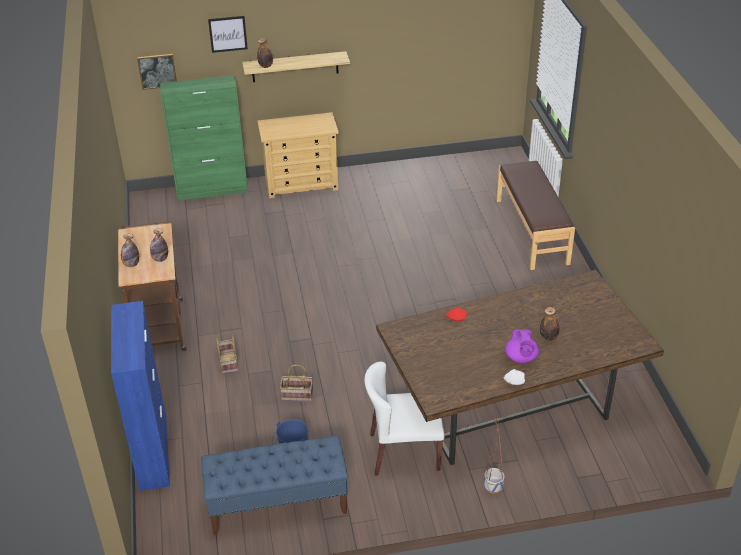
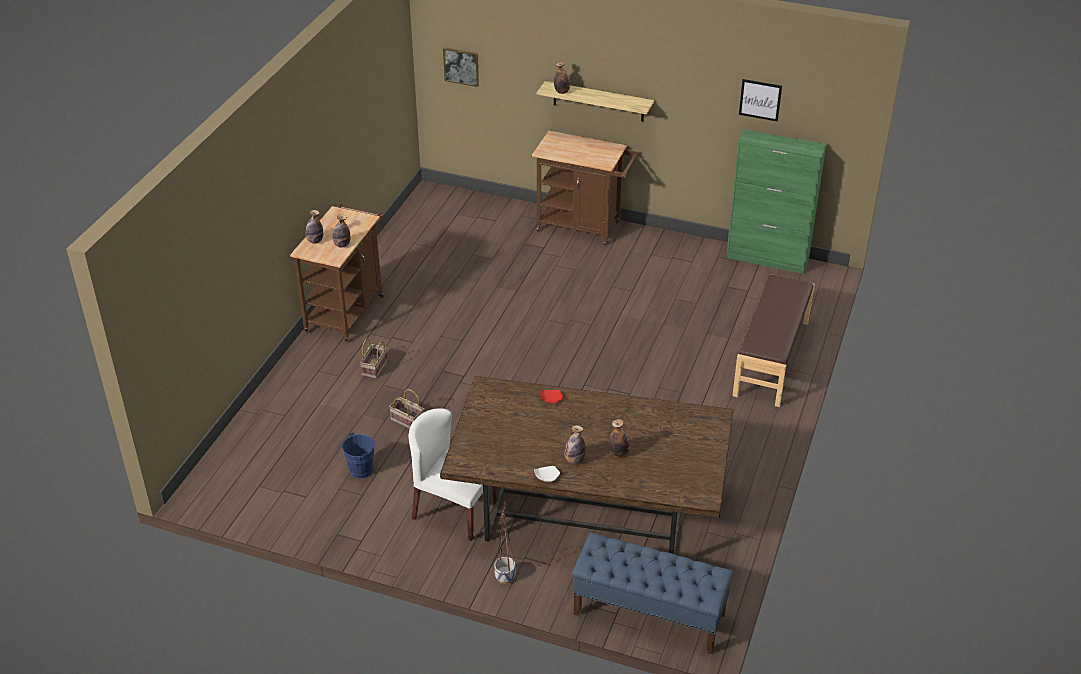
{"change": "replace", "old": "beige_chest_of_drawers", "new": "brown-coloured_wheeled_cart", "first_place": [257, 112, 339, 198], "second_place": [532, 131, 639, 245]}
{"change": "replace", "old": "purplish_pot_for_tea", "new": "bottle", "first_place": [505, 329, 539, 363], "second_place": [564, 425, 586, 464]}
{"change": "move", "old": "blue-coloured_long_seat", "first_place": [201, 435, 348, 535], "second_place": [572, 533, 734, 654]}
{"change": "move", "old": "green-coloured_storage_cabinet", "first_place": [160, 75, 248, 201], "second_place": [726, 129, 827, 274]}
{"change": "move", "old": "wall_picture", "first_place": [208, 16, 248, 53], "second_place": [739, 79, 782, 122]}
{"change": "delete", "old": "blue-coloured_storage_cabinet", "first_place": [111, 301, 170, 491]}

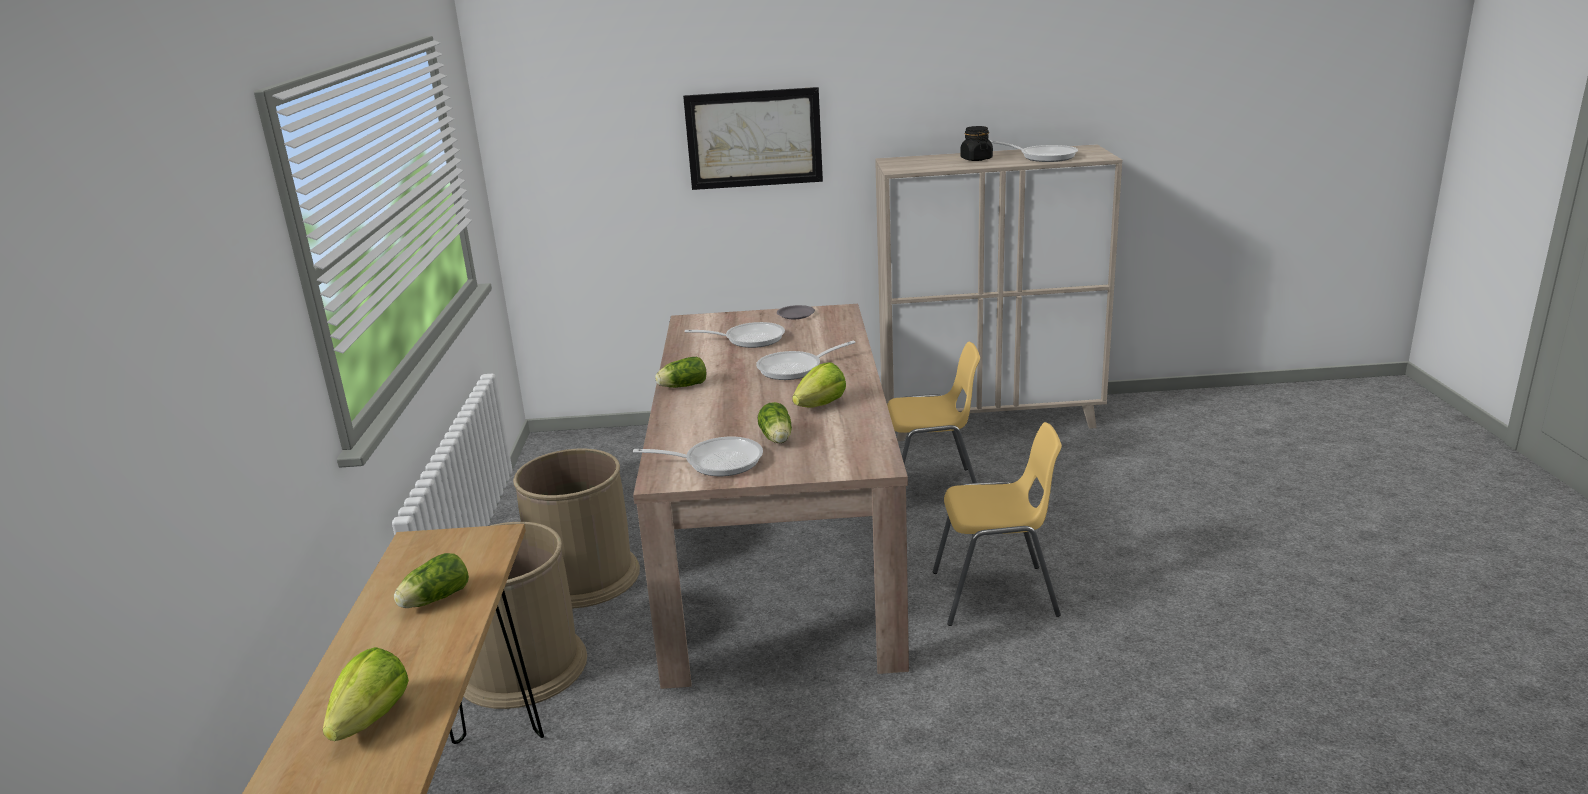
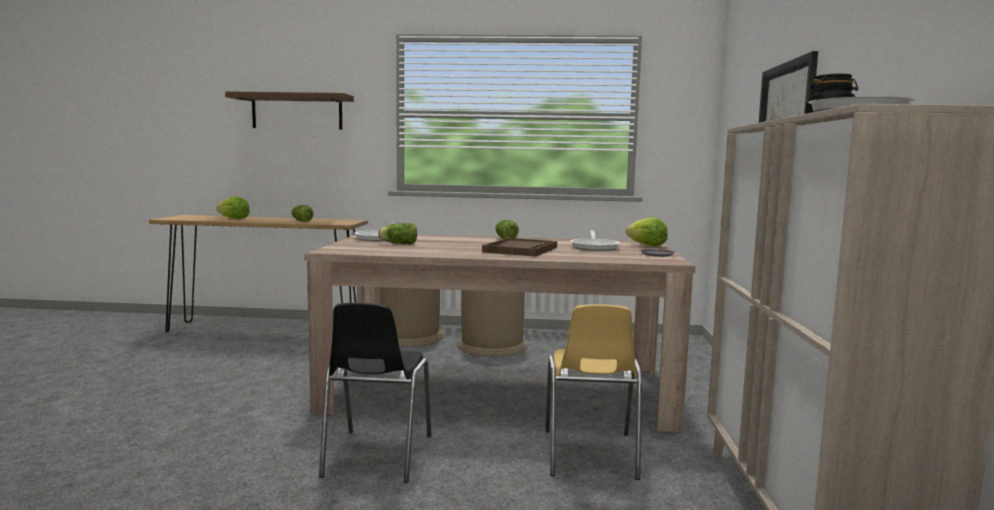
{"change": "insert", "new": "bracket_shelf", "second_place": [225, 91, 354, 130]}
{"change": "recolor", "old": "yellowish_chair", "new": "black-coloured_chair", "first_place": [933, 422, 1062, 626], "second_place": [319, 303, 431, 483]}
{"change": "replace", "old": "pan", "new": "brown-coloured_tray", "first_place": [756, 341, 856, 380], "second_place": [482, 238, 557, 256]}
{"change": "move", "old": "lettuce", "first_place": [792, 362, 846, 407], "second_place": [625, 217, 668, 247]}

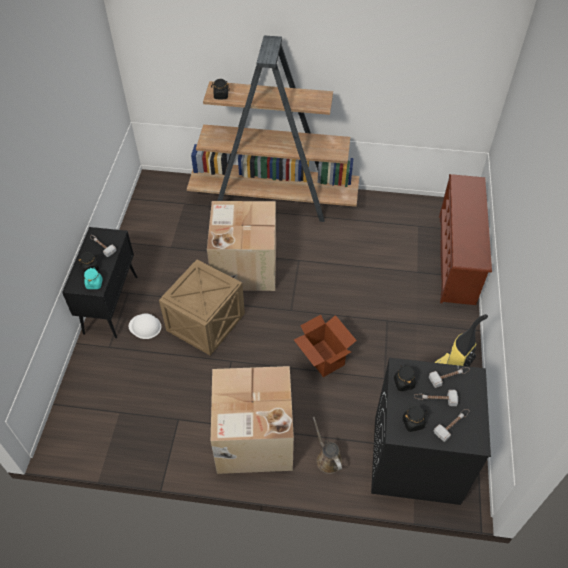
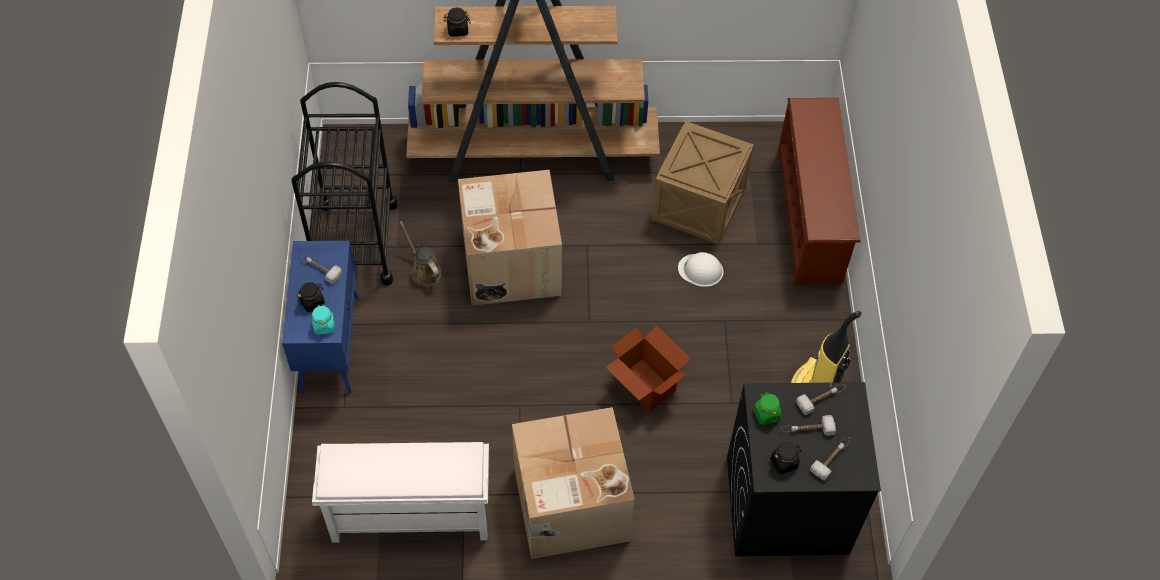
{"change": "recolor", "old": "black-coloured_storage_cabinet", "new": "blue-coloured_storage_cabinet", "first_place": [62, 227, 137, 338], "second_place": [282, 241, 359, 394]}
{"change": "insert", "new": "black-coloured_wheeled_cart", "second_place": [291, 82, 398, 285]}
{"change": "insert", "new": "white_long_seat", "second_place": [312, 442, 489, 543]}
{"change": "move", "old": "brown-coloured_sprinkling_can", "first_place": [313, 417, 342, 474], "second_place": [400, 221, 441, 286]}
{"change": "move", "old": "packing_crate", "first_place": [159, 260, 245, 355], "second_place": [652, 121, 754, 244]}
{"change": "move", "old": "white_hard_hat", "first_place": [129, 313, 161, 339], "second_place": [678, 252, 723, 287]}
{"change": "recolor", "old": "black-coloured_jar", "new": "green-coloured_jar", "first_place": [394, 365, 416, 391], "second_place": [753, 392, 782, 425]}

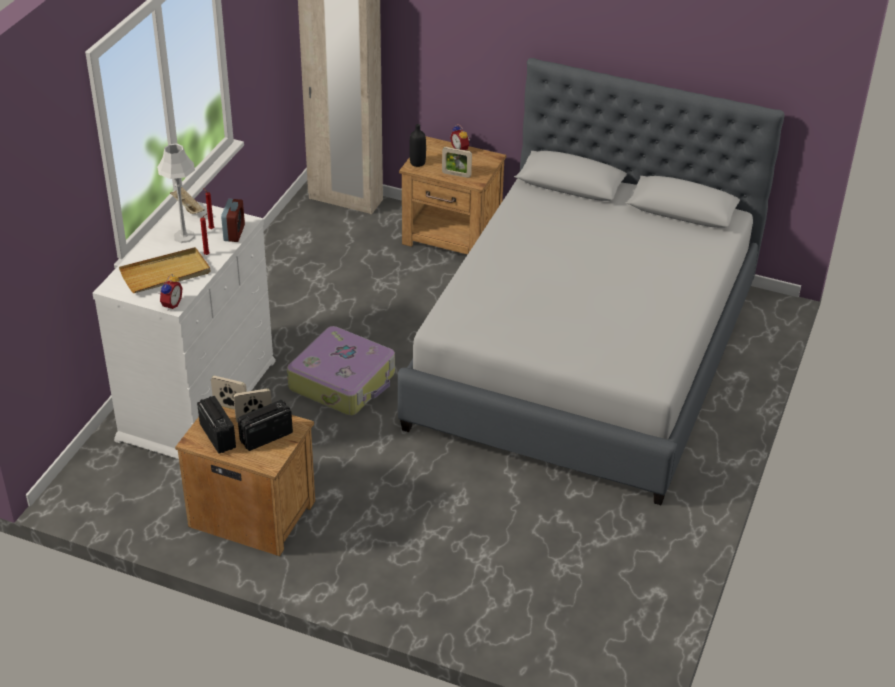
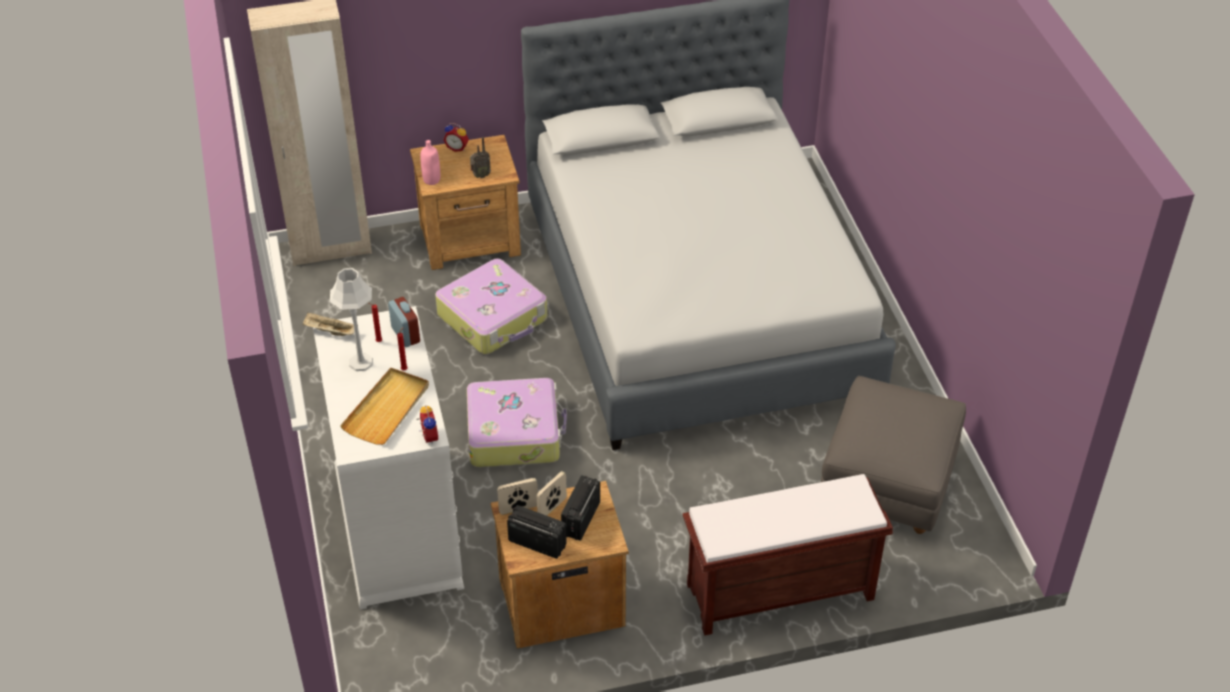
{"change": "recolor", "old": "black-coloured_bottle", "new": "pinkish_bottle", "first_place": [409, 124, 426, 167], "second_place": [420, 140, 440, 185]}
{"change": "insert", "new": "suitcase", "second_place": [435, 258, 547, 354]}
{"change": "replace", "old": "photo_frame", "new": "radio", "first_place": [442, 147, 472, 178], "second_place": [470, 137, 491, 178]}
{"change": "insert", "new": "brown-coloured_long_seat", "second_place": [683, 474, 893, 636]}
{"change": "insert", "new": "greyish_pouffe", "second_place": [821, 376, 966, 534]}

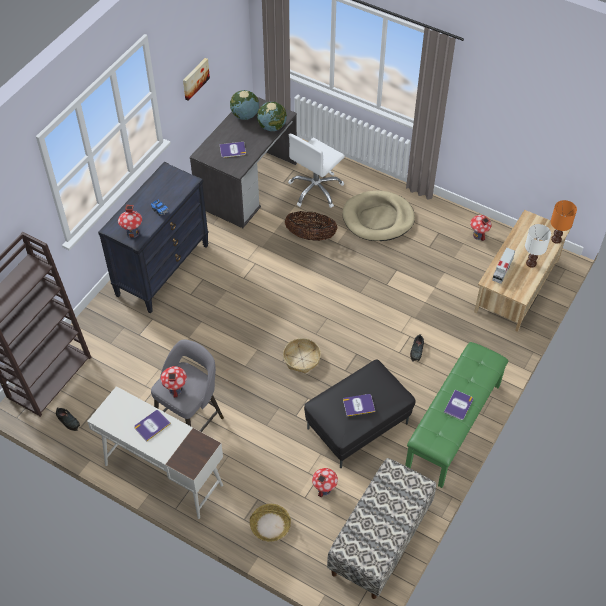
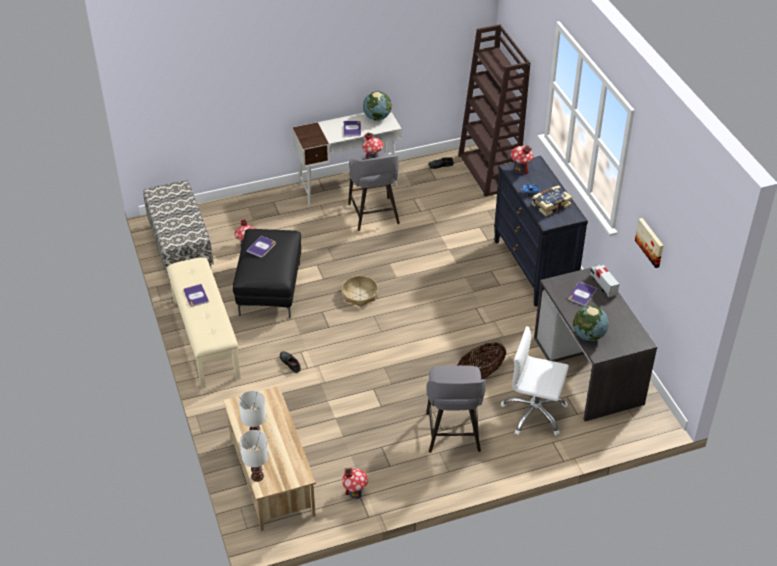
{"change": "recolor", "old": "green-coloured_long_seat", "new": "beige_long_seat", "first_place": [405, 342, 508, 488], "second_place": [166, 257, 241, 389]}
{"change": "recolor", "old": "orange-coloured_lamp_for_a_table", "new": "white_lamp_for_a_table", "first_place": [551, 200, 577, 244], "second_place": [240, 430, 268, 482]}
{"change": "move", "old": "globe", "first_place": [230, 90, 259, 120], "second_place": [363, 91, 392, 121]}
{"change": "replace", "old": "beige_dog_cushion", "new": "greyish_sitting_stool", "first_place": [342, 190, 415, 241], "second_place": [426, 366, 486, 453]}
{"change": "rotate", "old": "white_desk_chair", "first_place": [288, 133, 345, 208], "second_place": [501, 326, 569, 435], "degrees": -60}
{"change": "insert", "new": "book", "second_place": [532, 185, 572, 217]}
{"change": "move", "old": "model_truck", "first_place": [492, 247, 515, 284], "second_place": [590, 265, 619, 297]}
{"change": "delete", "old": "basket", "first_place": [250, 504, 291, 542]}

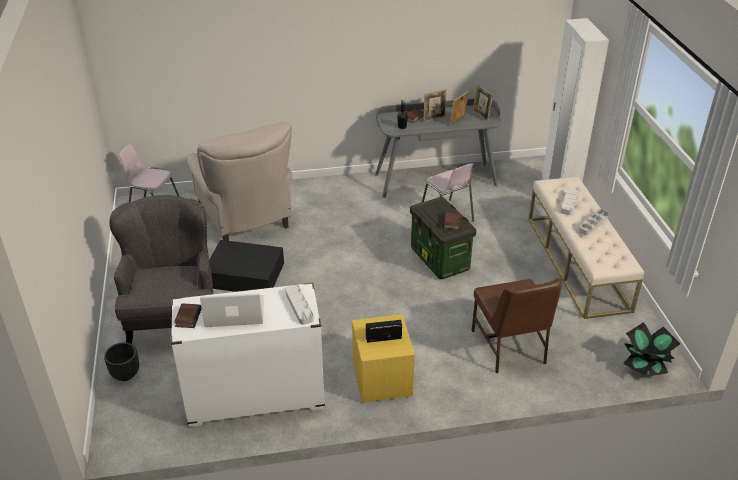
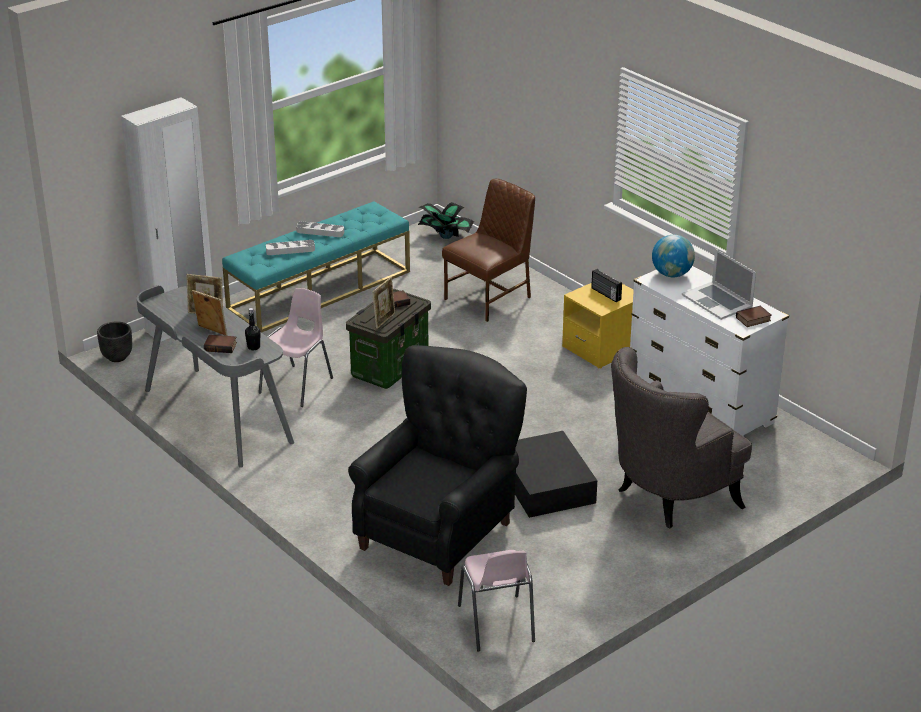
{"change": "move", "old": "black-coloured_planter", "first_place": [104, 342, 139, 381], "second_place": [97, 321, 132, 362]}
{"change": "recolor", "old": "beige_long_seat", "new": "turquoise-coloured_long_seat", "first_place": [528, 177, 644, 319], "second_place": [222, 201, 410, 333]}
{"change": "recolor", "old": "beige_armchair", "new": "black-coloured_armchair", "first_place": [186, 122, 292, 241], "second_place": [348, 345, 527, 586]}
{"change": "move", "old": "photo_frame", "first_place": [473, 84, 493, 121], "second_place": [372, 277, 395, 329]}
{"change": "replace", "old": "greyish_tray", "new": "globe", "first_place": [285, 285, 314, 325], "second_place": [652, 235, 695, 277]}

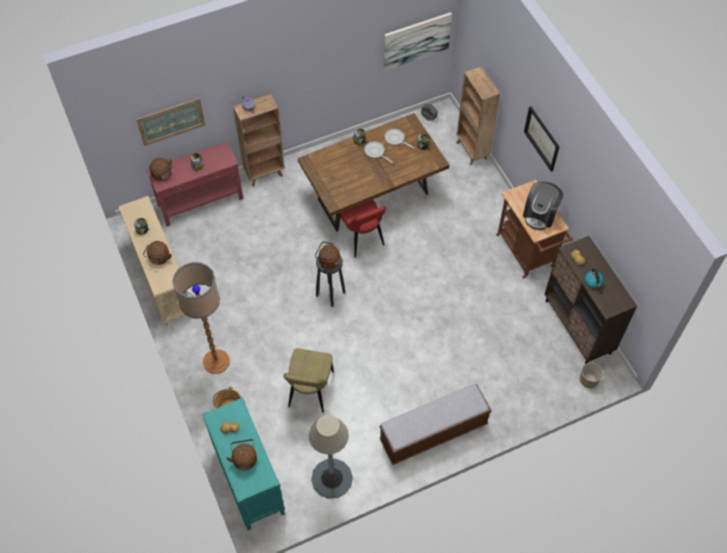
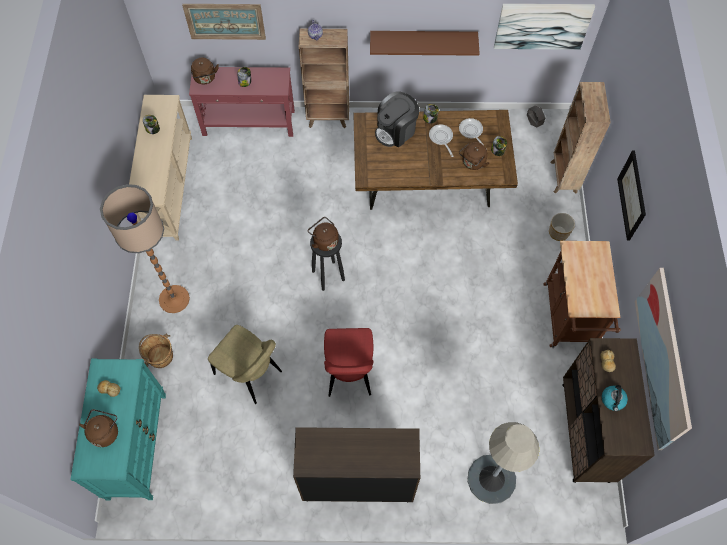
{"change": "rotate", "old": "beige_chair", "first_place": [284, 348, 334, 413], "second_place": [208, 325, 282, 404], "degrees": -90}
{"change": "replace", "old": "long_seat", "new": "brown-coloured_storage_cabinet", "first_place": [379, 384, 491, 465], "second_place": [293, 427, 420, 502]}
{"change": "move", "old": "reddish_chair", "first_place": [337, 200, 386, 258], "second_place": [324, 328, 373, 397]}
{"change": "insert", "new": "brown-coloured_bracket_shelf", "second_place": [370, 31, 480, 56]}
{"change": "move", "old": "coffee_brewer", "first_place": [523, 181, 563, 230], "second_place": [375, 91, 419, 147]}
{"change": "move", "old": "brown-coloured_water_kettle", "first_place": [143, 241, 172, 265], "second_place": [459, 142, 489, 170]}
{"change": "move", "old": "greyish_standing_lamp", "first_place": [309, 415, 353, 499], "second_place": [467, 422, 539, 504]}
{"change": "move", "old": "planter", "first_place": [580, 362, 603, 388], "second_place": [549, 213, 575, 241]}
{"change": "insert", "new": "wall_picture", "second_place": [635, 268, 692, 450]}

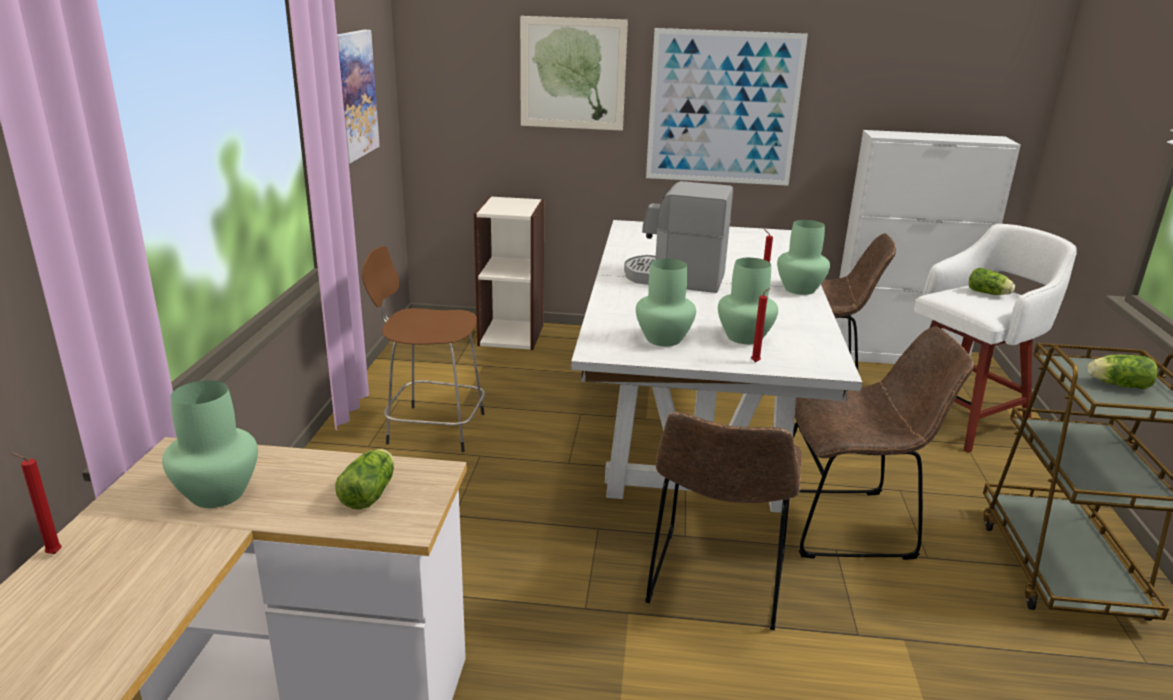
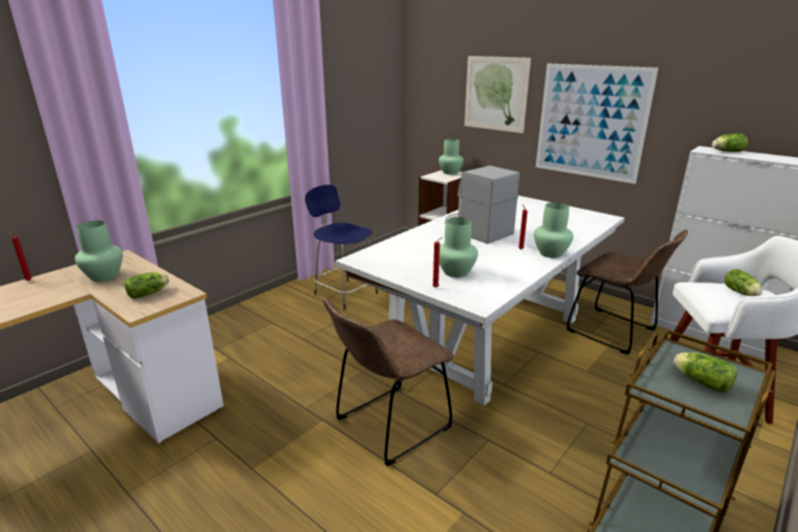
{"change": "recolor", "old": "brown-coloured_sitting_stool", "new": "blue-coloured_sitting_stool", "first_place": [362, 246, 485, 452], "second_place": [305, 185, 378, 310]}
{"change": "move", "old": "green-coloured_vase", "first_place": [636, 259, 696, 346], "second_place": [439, 139, 463, 175]}
{"change": "insert", "new": "lettuce", "second_place": [712, 133, 748, 152]}
{"change": "delete", "old": "wall_picture", "first_place": [337, 30, 380, 164]}
{"change": "delete", "old": "brown-coloured_chair", "first_place": [793, 327, 974, 560]}

